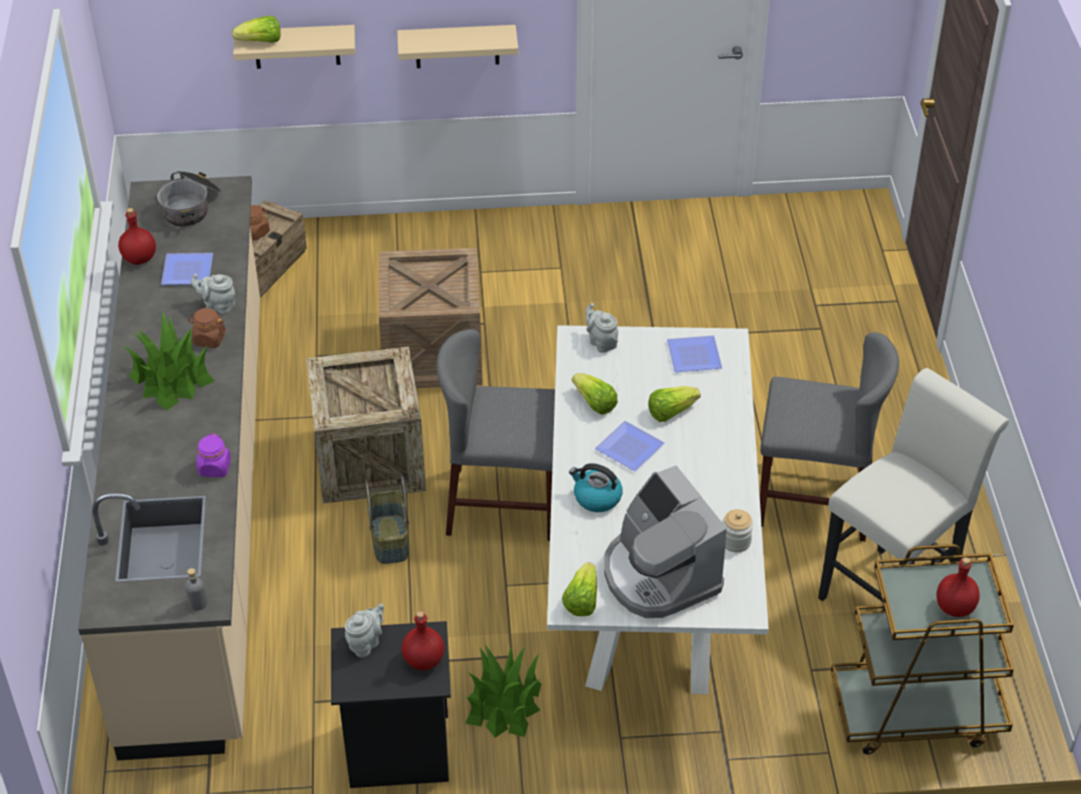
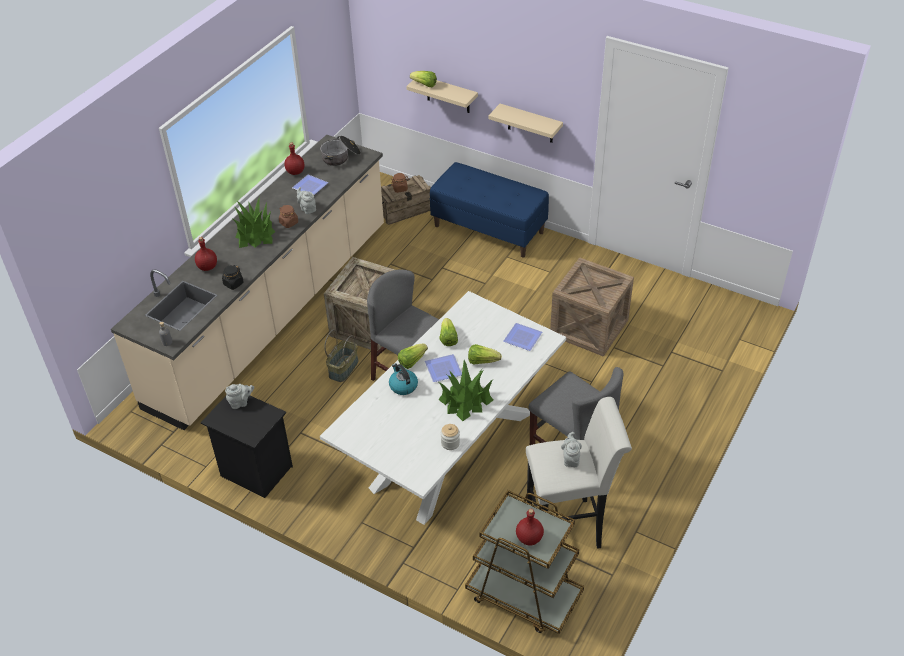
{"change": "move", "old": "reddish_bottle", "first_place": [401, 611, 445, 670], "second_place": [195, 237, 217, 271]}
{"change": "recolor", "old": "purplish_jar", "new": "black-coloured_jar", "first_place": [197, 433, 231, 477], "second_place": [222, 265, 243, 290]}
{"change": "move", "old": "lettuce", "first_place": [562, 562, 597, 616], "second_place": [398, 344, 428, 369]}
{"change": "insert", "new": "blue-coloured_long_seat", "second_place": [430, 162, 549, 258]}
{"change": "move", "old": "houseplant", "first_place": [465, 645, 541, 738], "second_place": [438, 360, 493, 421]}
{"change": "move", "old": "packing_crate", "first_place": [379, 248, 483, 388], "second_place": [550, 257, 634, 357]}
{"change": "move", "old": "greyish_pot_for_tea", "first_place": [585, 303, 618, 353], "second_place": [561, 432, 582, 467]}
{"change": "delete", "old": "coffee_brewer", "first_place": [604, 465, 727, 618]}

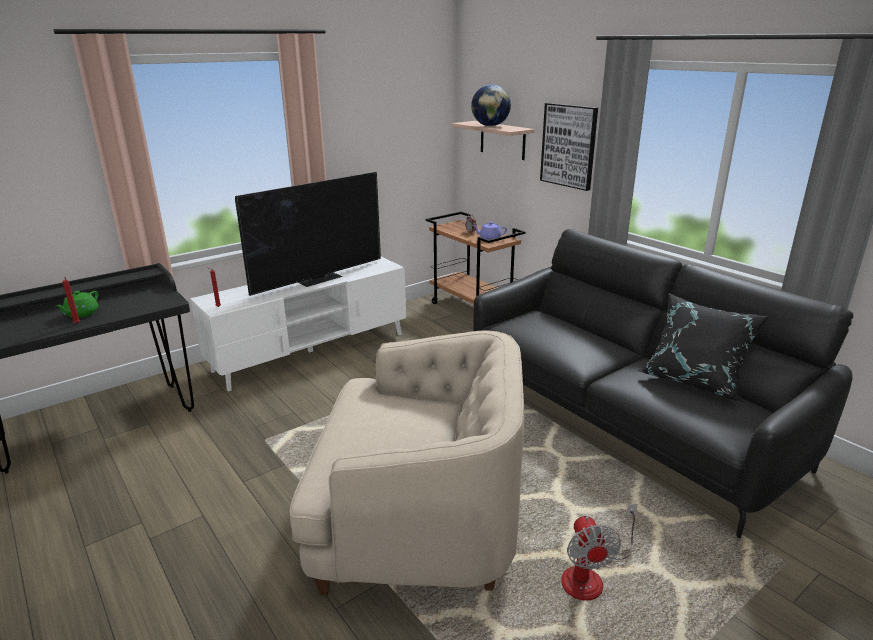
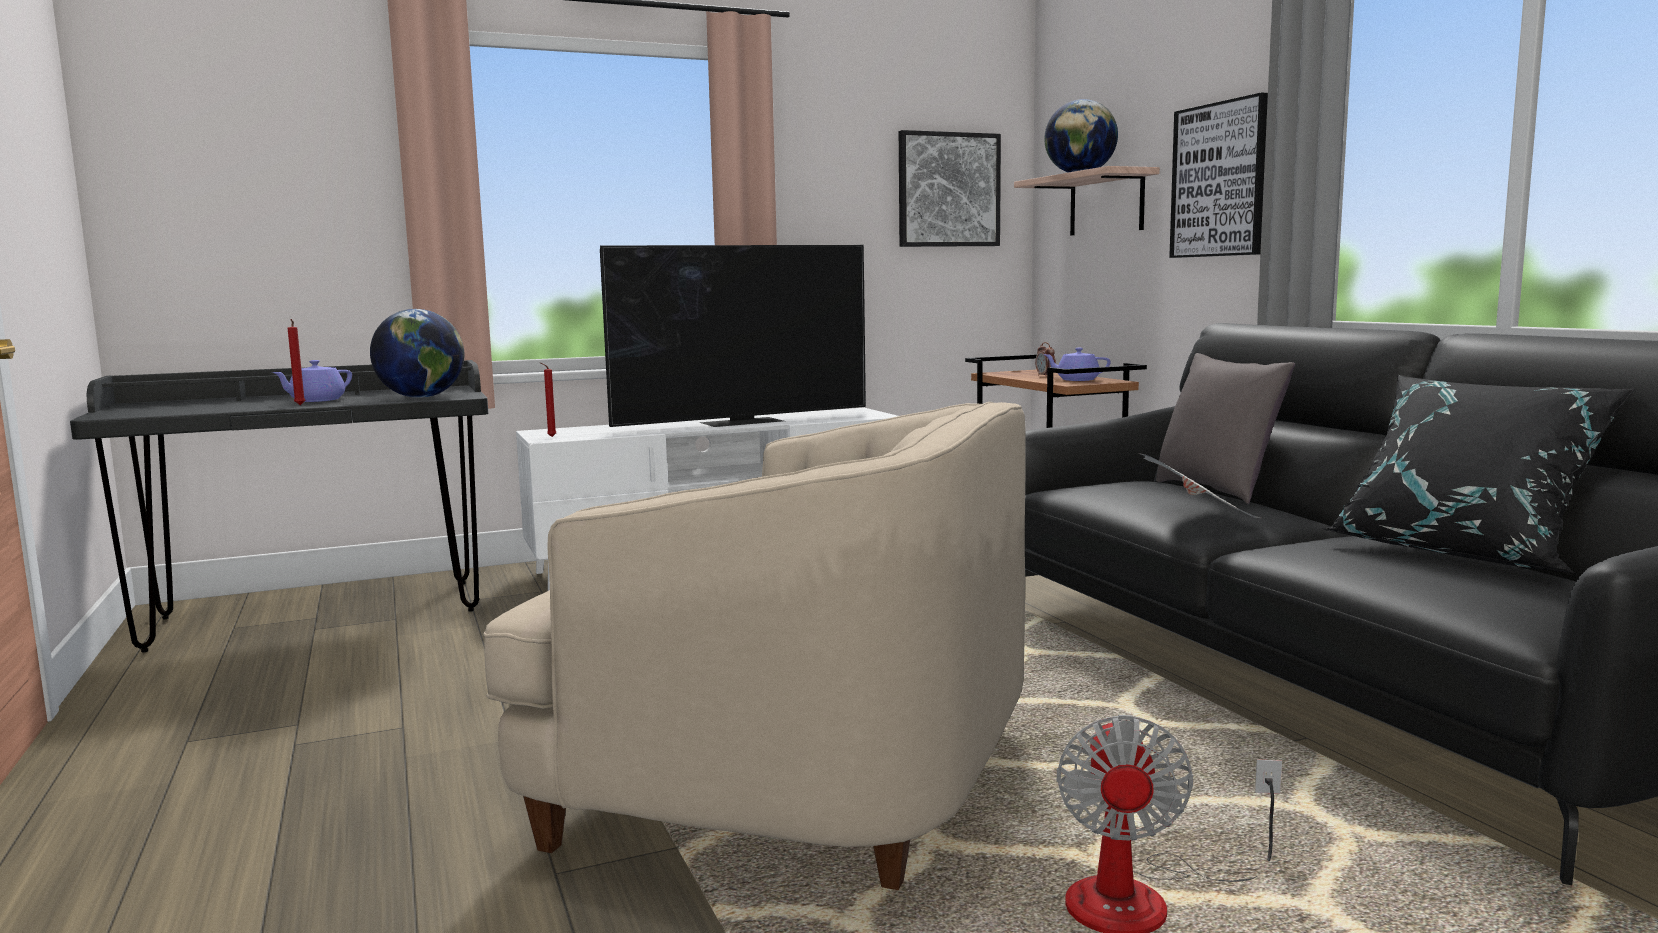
{"change": "recolor", "old": "green-coloured_pot_for_tea", "new": "purplish_pot_for_tea", "first_place": [55, 291, 98, 318], "second_place": [272, 360, 352, 402]}
{"change": "insert", "new": "globe", "second_place": [370, 309, 464, 398]}
{"change": "insert", "new": "wall_picture", "second_place": [899, 130, 1001, 247]}
{"change": "insert", "new": "printed_paper", "second_place": [1138, 453, 1261, 518]}
{"change": "insert", "new": "greyish_pillow", "second_place": [1156, 353, 1295, 504]}

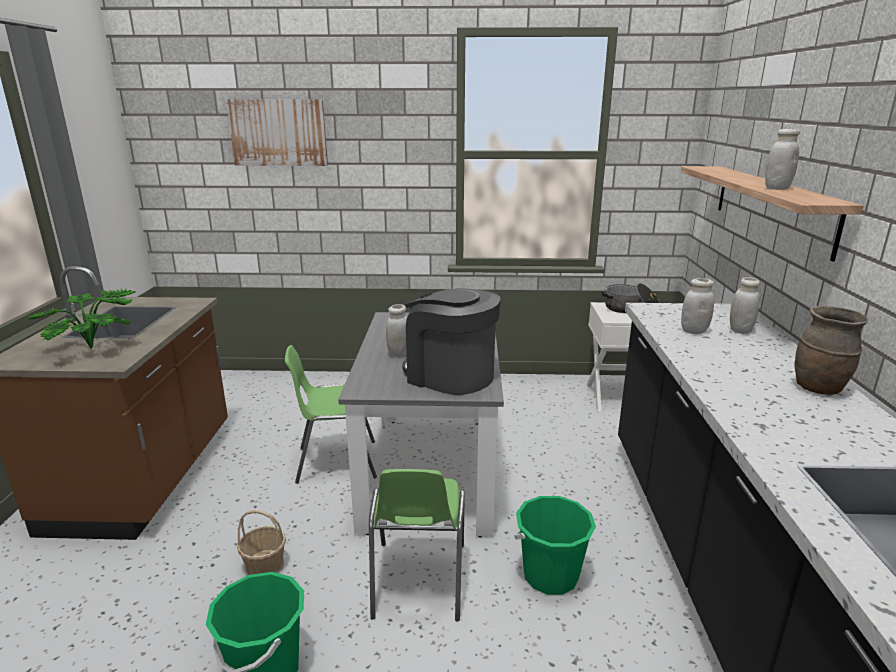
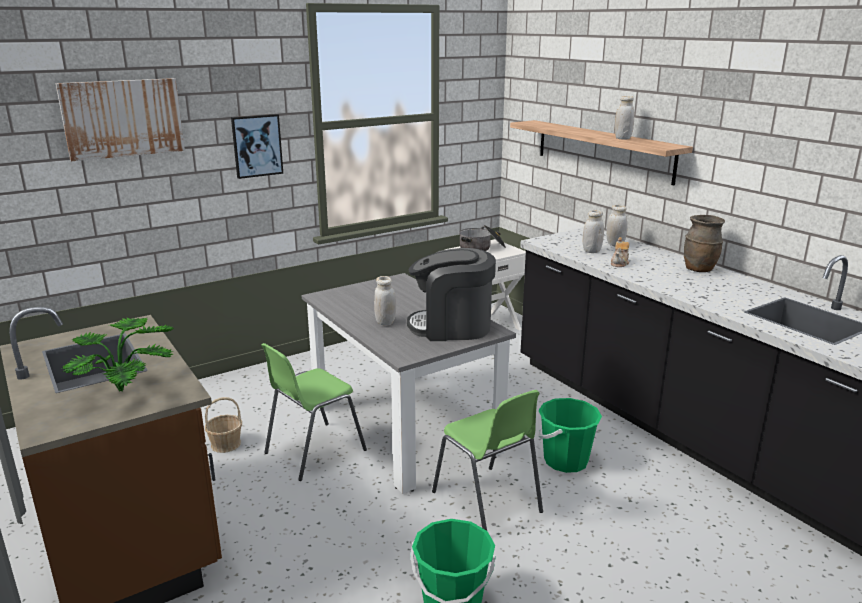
{"change": "move", "old": "basket", "first_place": [237, 510, 286, 575], "second_place": [205, 397, 242, 453]}
{"change": "insert", "new": "wall_picture", "second_place": [231, 114, 283, 179]}
{"change": "insert", "new": "pot_for_tea", "second_place": [611, 237, 629, 267]}

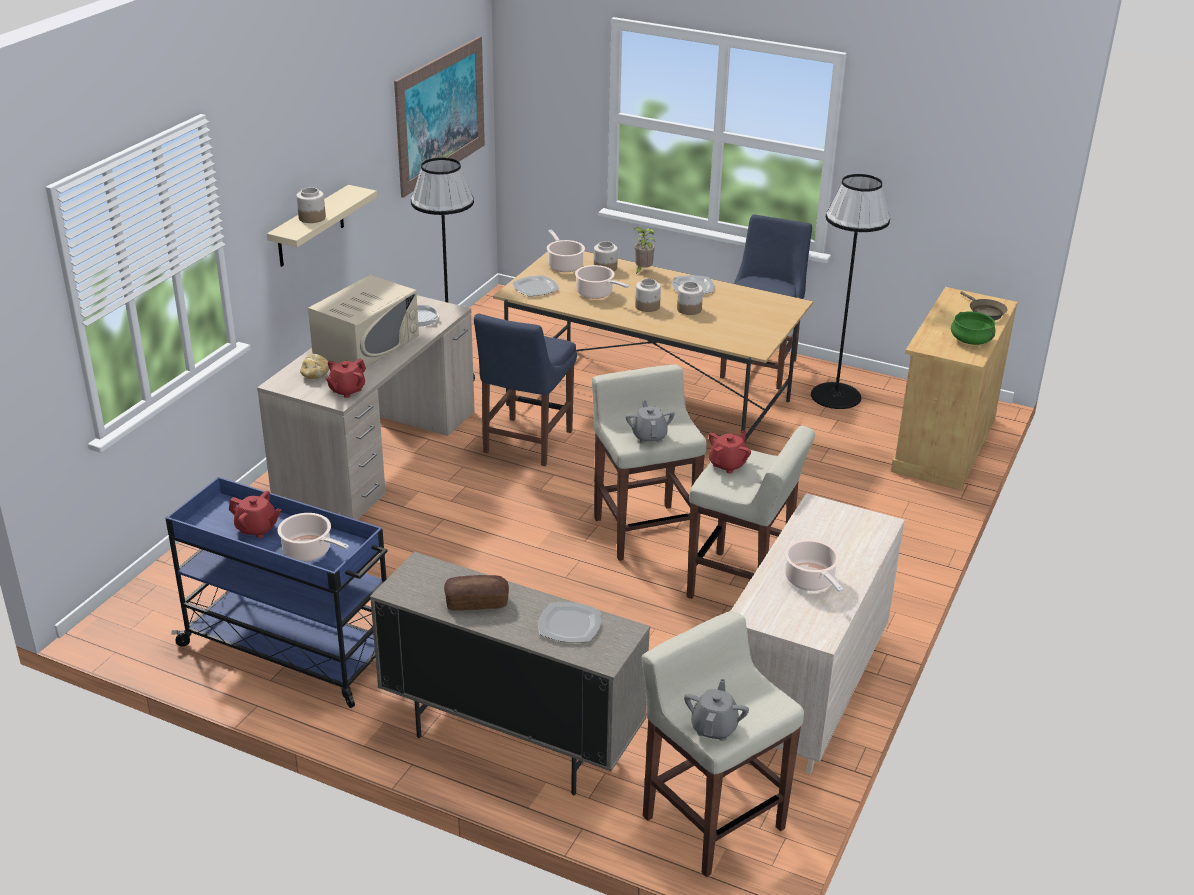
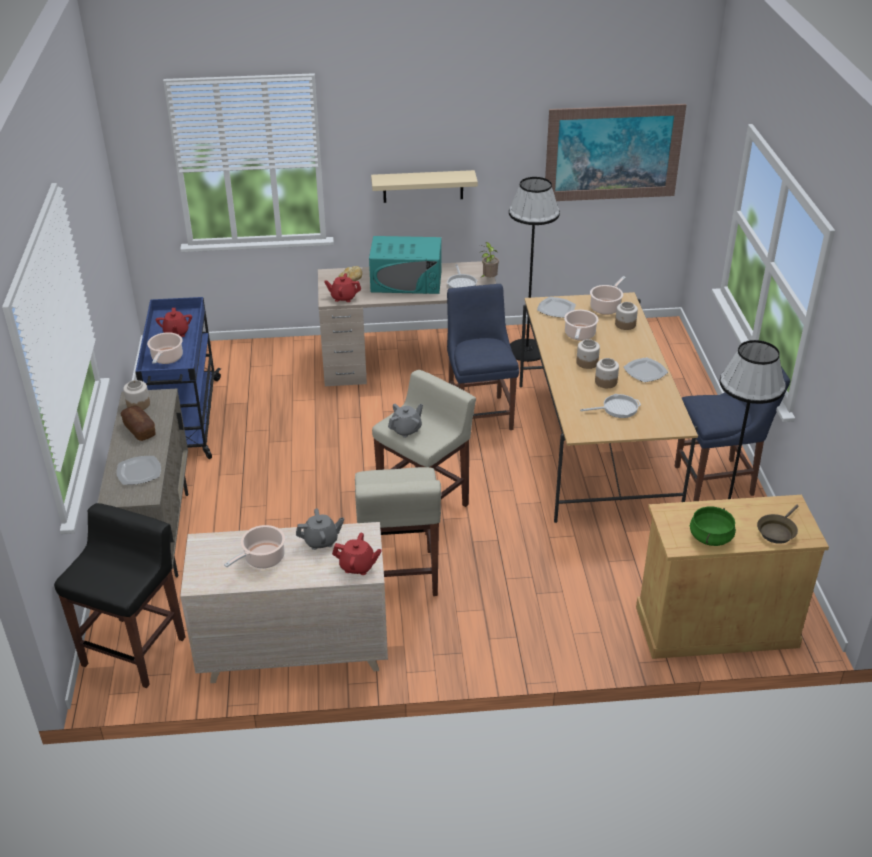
{"change": "recolor", "old": "beige_sitting_stool", "new": "black-coloured_sitting_stool", "first_place": [641, 611, 804, 877], "second_place": [54, 503, 186, 688]}
{"change": "move", "old": "jar", "first_place": [296, 187, 326, 223], "second_place": [123, 380, 150, 410]}
{"change": "move", "old": "greyish_pot_for_tea", "first_place": [684, 679, 749, 741], "second_place": [296, 508, 344, 550]}
{"change": "move", "old": "reddish_pot_for_tea", "first_place": [709, 430, 751, 473], "second_place": [332, 533, 382, 575]}
{"change": "recolor", "old": "beige_microwave", "new": "turquoise-coloured_microwave", "first_place": [308, 275, 419, 367], "second_place": [369, 236, 441, 294]}
{"change": "rotate", "old": "blue-coloured_chair", "first_place": [474, 314, 577, 466], "second_place": [447, 284, 519, 430], "degrees": 90}
{"change": "move", "old": "houseplant", "first_place": [634, 227, 655, 275], "second_place": [480, 242, 499, 278]}
{"change": "insert", "new": "pan", "second_place": [580, 394, 641, 418]}

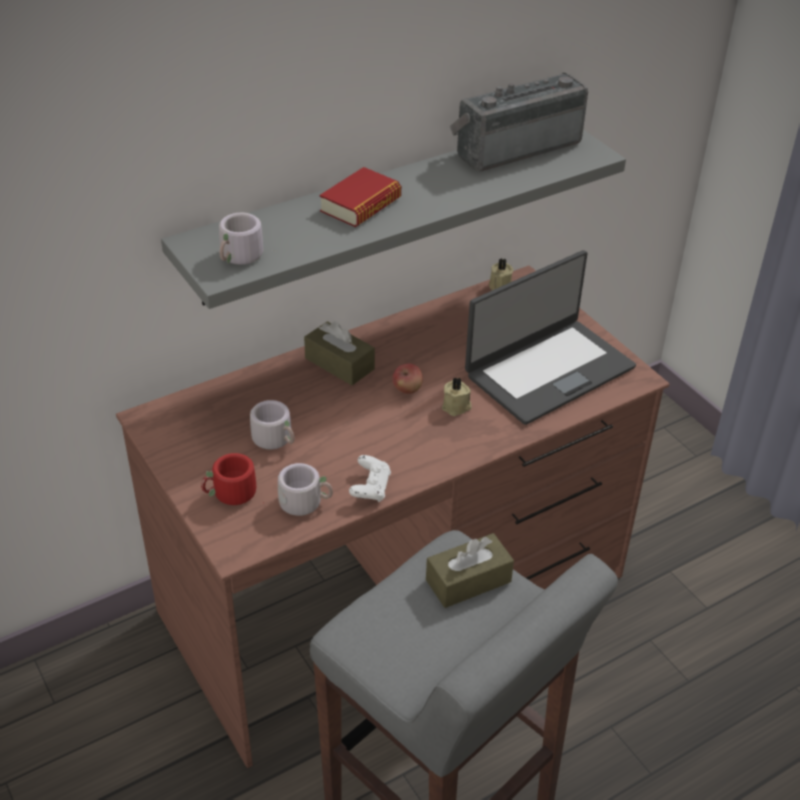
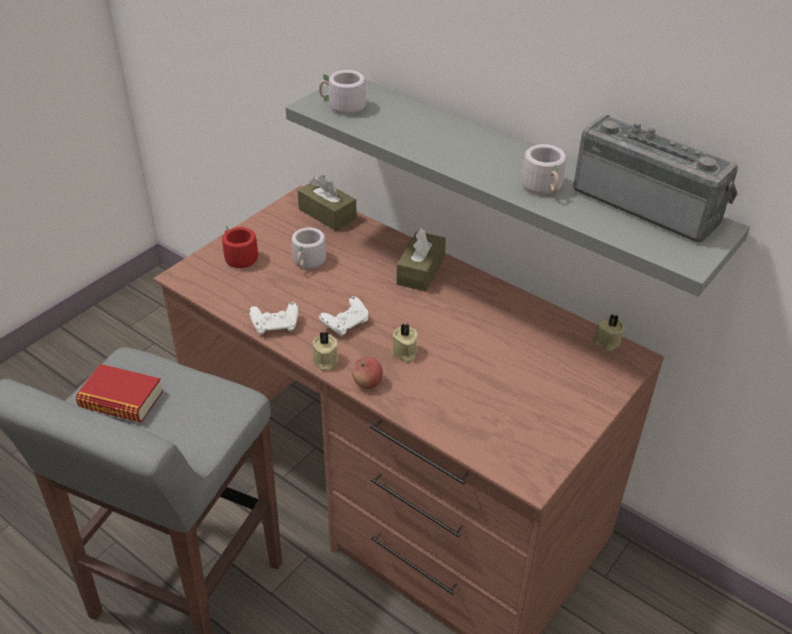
{"change": "move", "old": "book", "first_place": [320, 167, 401, 227], "second_place": [76, 364, 163, 422]}
{"change": "move", "old": "brown-coloured_tissue_box", "first_place": [426, 533, 514, 608], "second_place": [297, 175, 357, 231]}
{"change": "insert", "new": "beige_wax_candle", "second_place": [312, 332, 339, 371]}
{"change": "insert", "new": "white_joypad", "second_place": [319, 296, 368, 336]}
{"change": "move", "old": "apple_fruit", "first_place": [392, 363, 423, 394], "second_place": [352, 357, 383, 389]}
{"change": "move", "old": "greyish_coffee_mug", "first_place": [278, 463, 333, 516], "second_place": [522, 144, 566, 195]}
{"change": "delete", "old": "portable_computer", "first_place": [465, 250, 636, 425]}

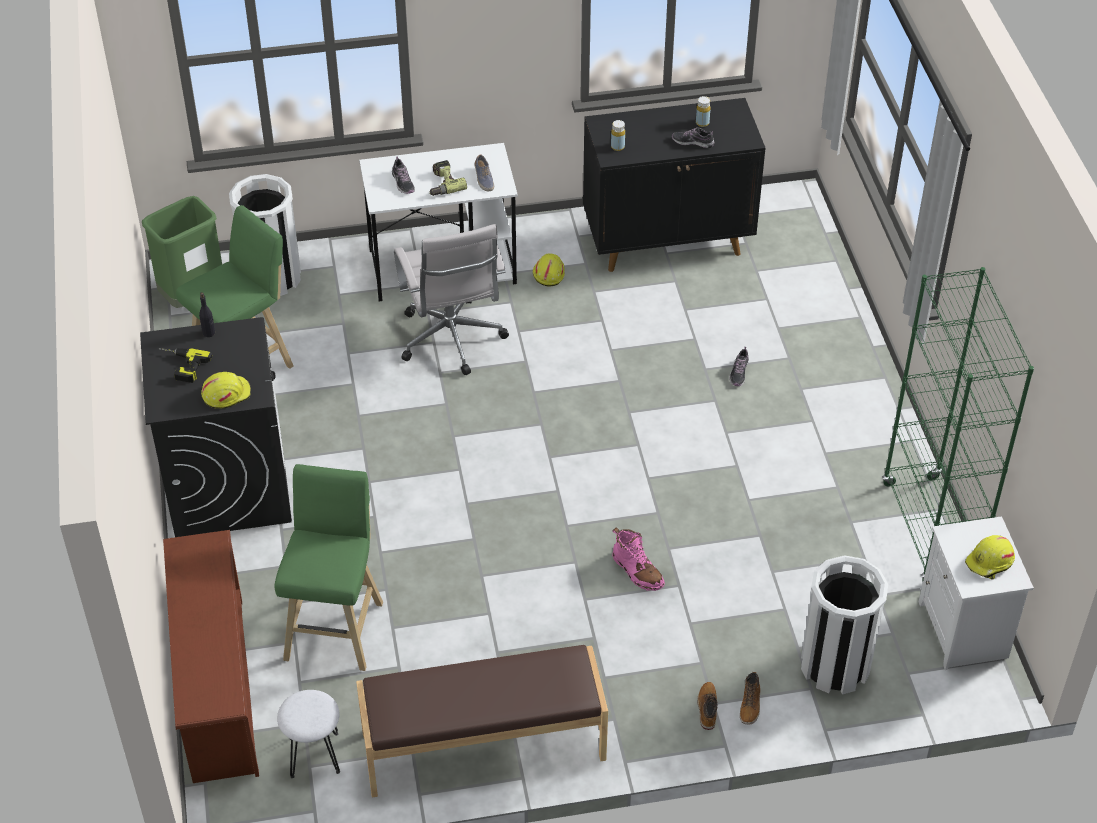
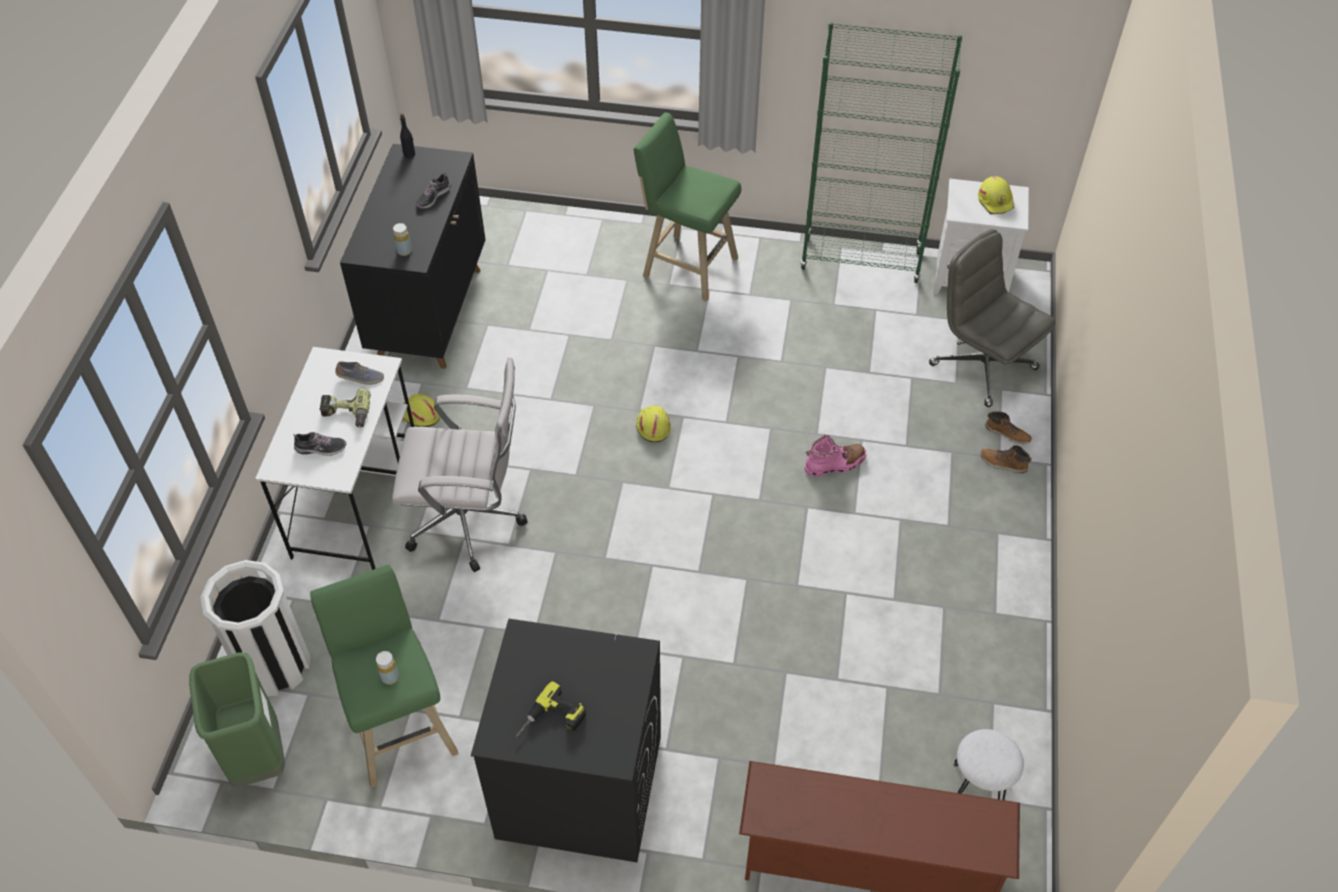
{"change": "move", "old": "yellowish_bottle", "first_place": [696, 96, 710, 127], "second_place": [376, 651, 399, 685]}
{"change": "move", "old": "black-coloured_bottle", "first_place": [199, 292, 215, 337], "second_place": [400, 113, 415, 158]}
{"change": "move", "old": "green-coloured_sitting_stool", "first_place": [274, 464, 383, 671], "second_place": [634, 113, 741, 302]}
{"change": "move", "old": "yellowish_hard_hat", "first_place": [201, 372, 251, 409], "second_place": [636, 406, 671, 442]}
{"change": "replace", "old": "white_waste_bin", "new": "greyish_desk_chair", "first_place": [801, 555, 888, 694], "second_place": [929, 229, 1055, 407]}
{"change": "delete", "old": "brown-coloured_long_seat", "first_place": [356, 645, 608, 798]}
{"change": "delete", "old": "low_shoe", "first_place": [729, 347, 749, 386]}

